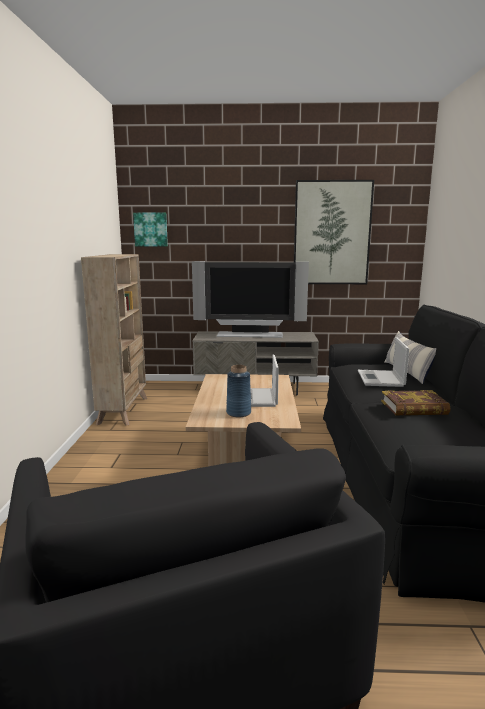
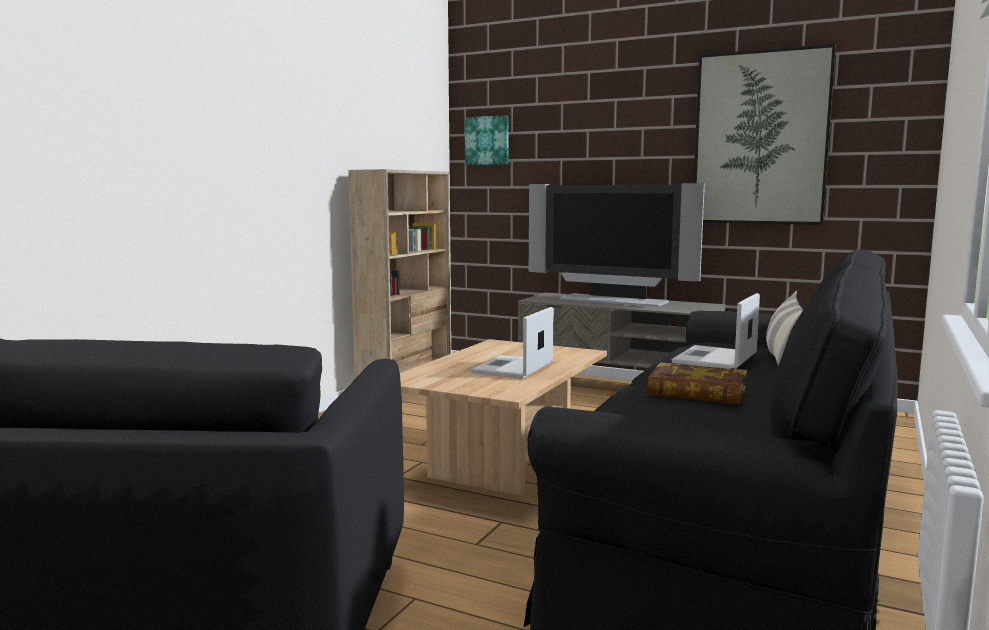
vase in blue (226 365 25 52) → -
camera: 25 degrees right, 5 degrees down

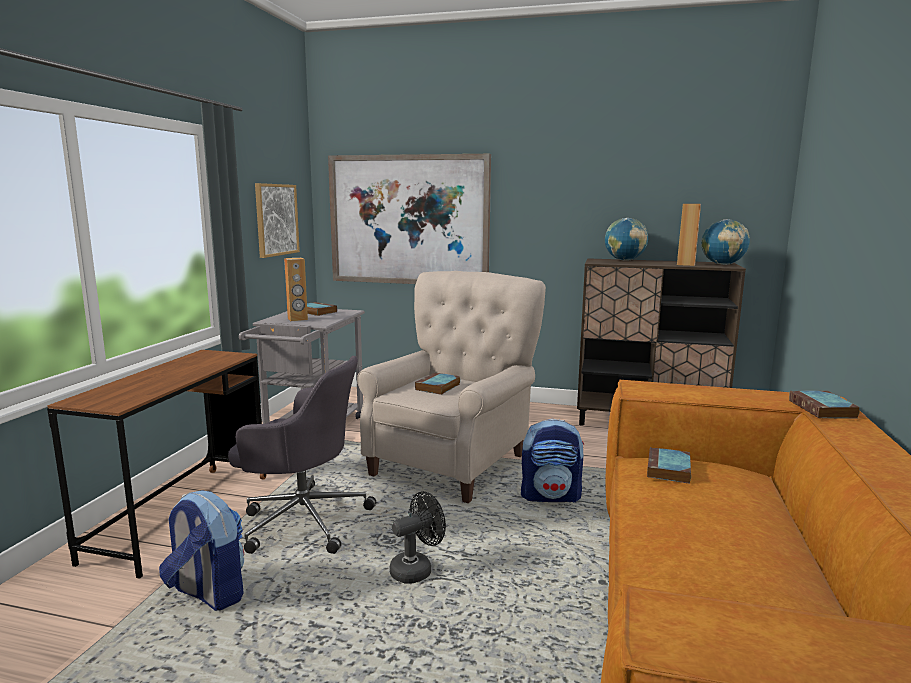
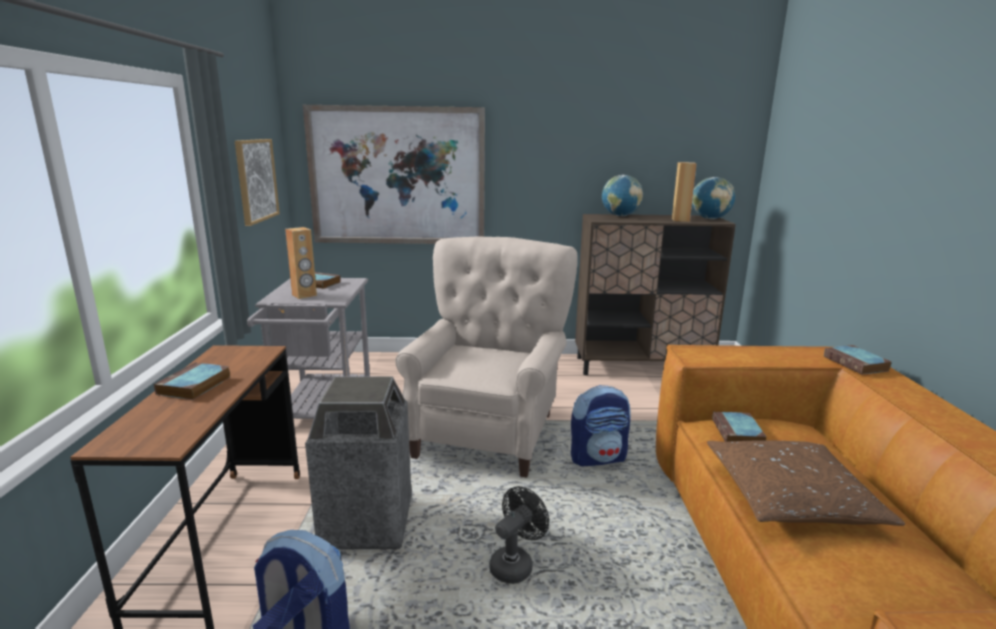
- → pillow in brown (707 440 198 86)
book (415 372 45 23) → book (154 362 76 38), shifted
office chair in grey (228 356 148 198) → trash can (305 377 107 172)
camera: 15 degrees left, 5 degrees up

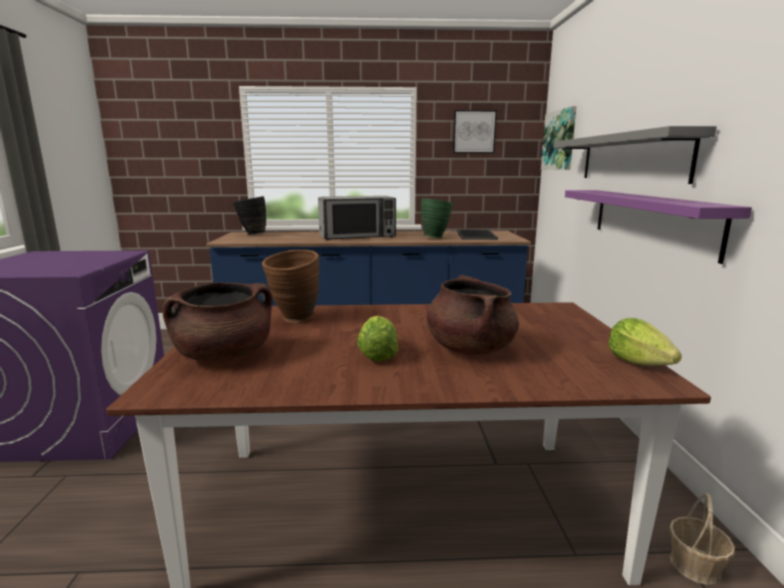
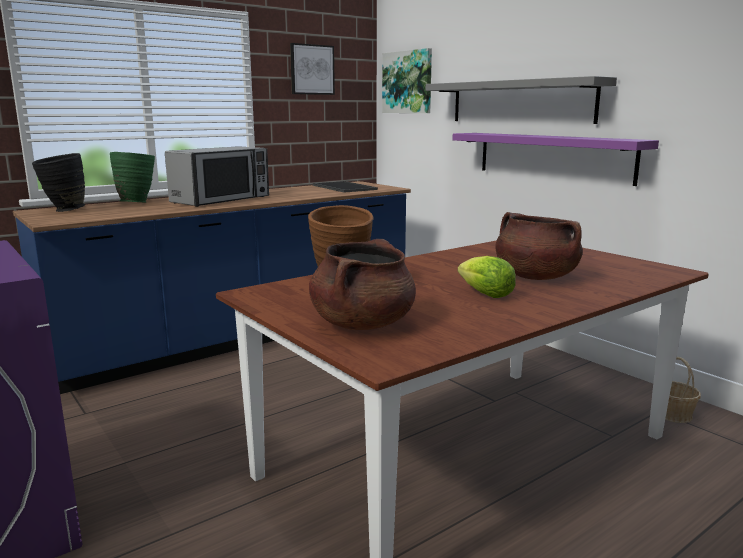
lettuce (608 318 74 48) → -
vase in green (421 198 32 40) → vase in green (110 152 45 51), shifted
camera: 35 degrees left, 0 degrees up

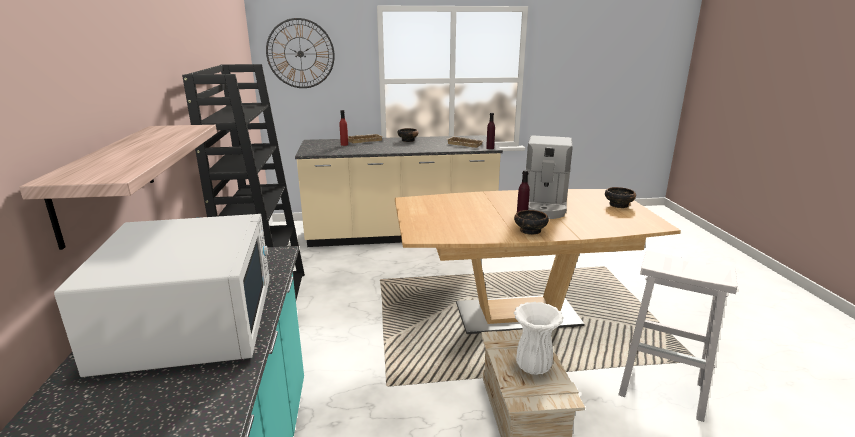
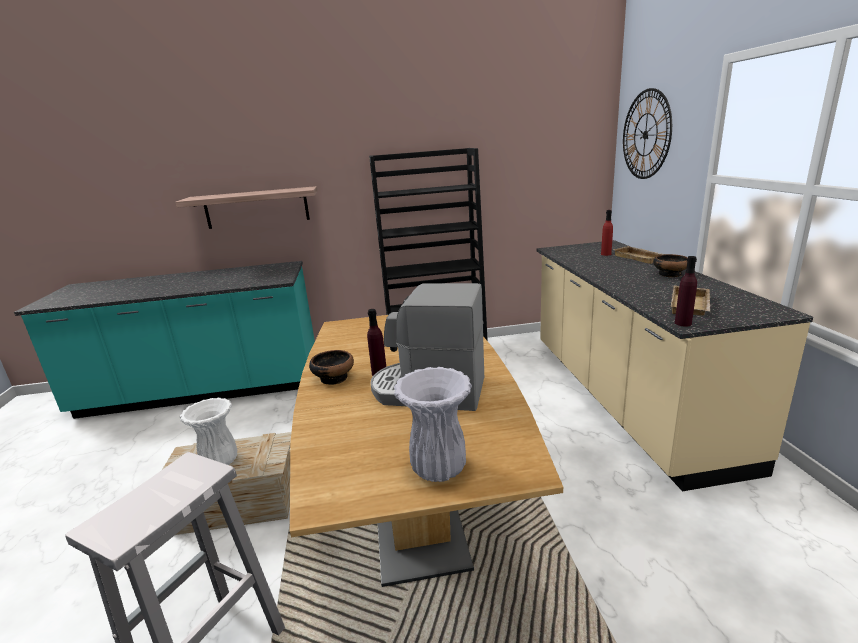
microwave in white (54 214 216 163) → -
bowl (605 187 31 21) → vase in white (394 367 78 115)
camera: 90 degrees right, 0 degrees up

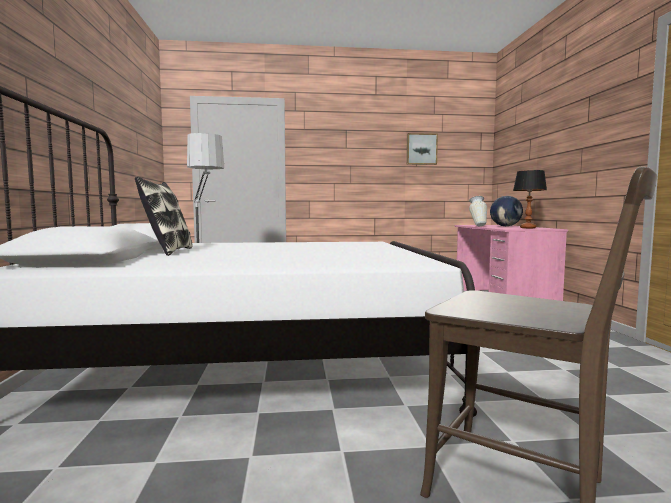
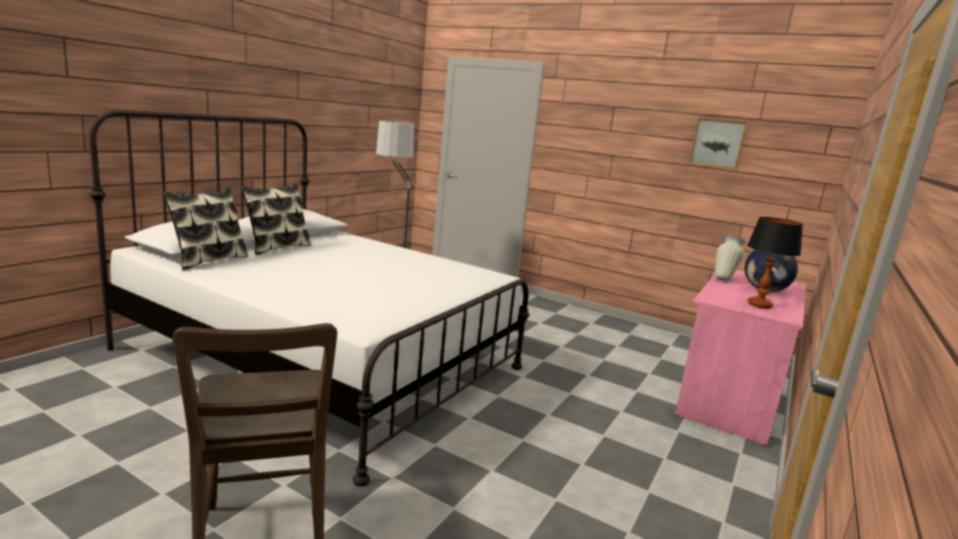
- → pillow (162 187 87 83)
camera: 35 degrees right, 10 degrees up

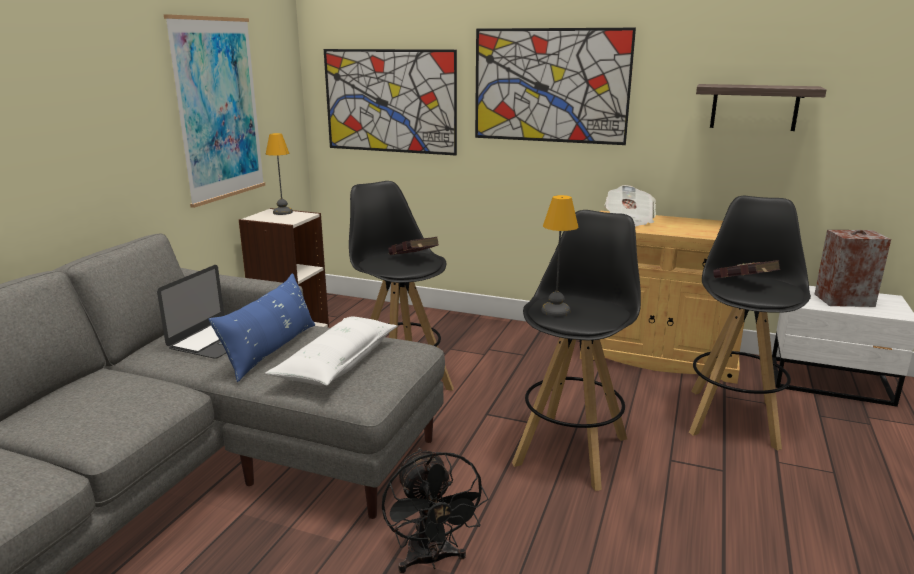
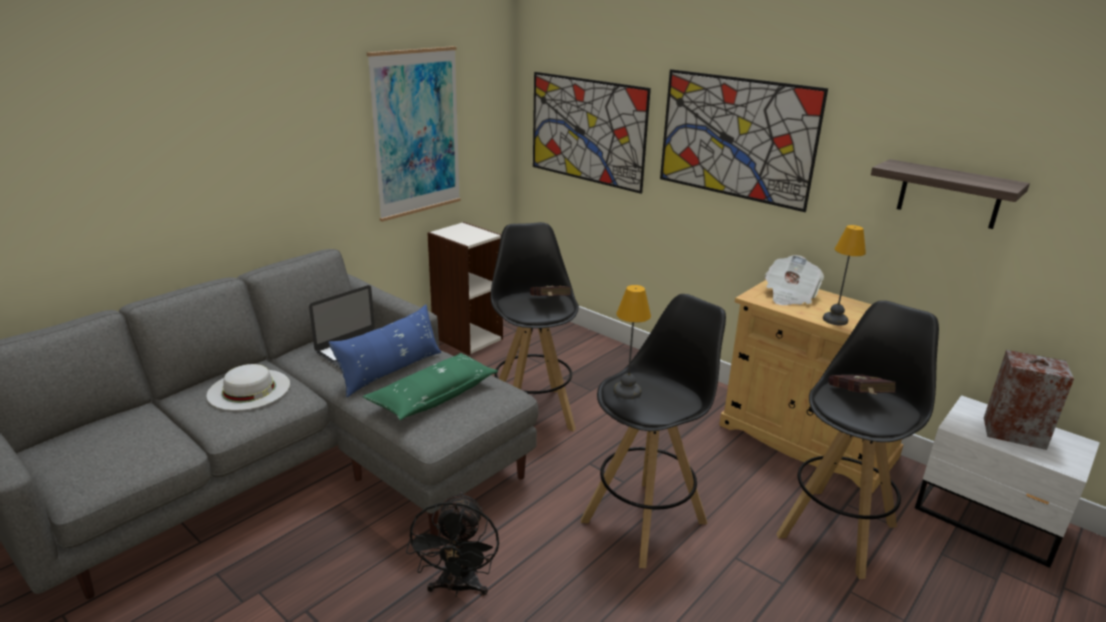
- → hat in white (207 364 83 46)
table lamp (266 133 27 82) → table lamp (823 225 43 101), shifted
pillow in white (265 317 132 69) → pillow in green (363 353 135 67)
camera: 20 degrees right, 5 degrees up

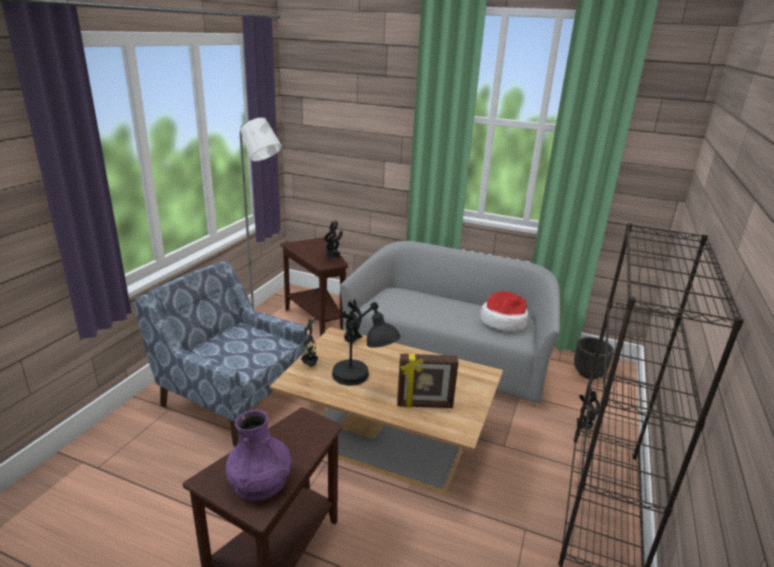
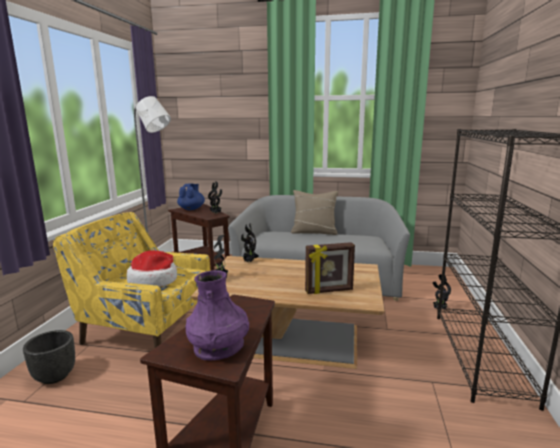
table lamp in black (332 302 68 83) → -
- → teapot in blue (177 183 28 27)
- → pillow in beige (291 190 47 45)
hat (480 291 49 40) → hat (127 250 50 37), shifted
planter in black (574 337 40 42) → planter in black (23 330 52 54), shifted
armchair in blue (134 261 174 185) → armchair in yellow (53 212 157 136)
camera: 10 degrees left, 10 degrees down

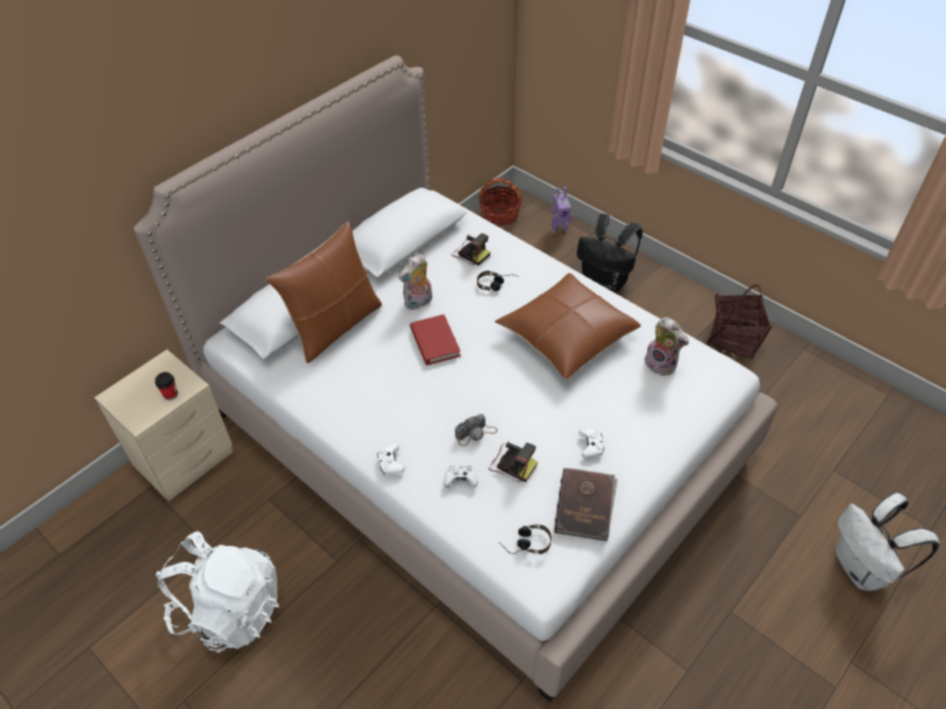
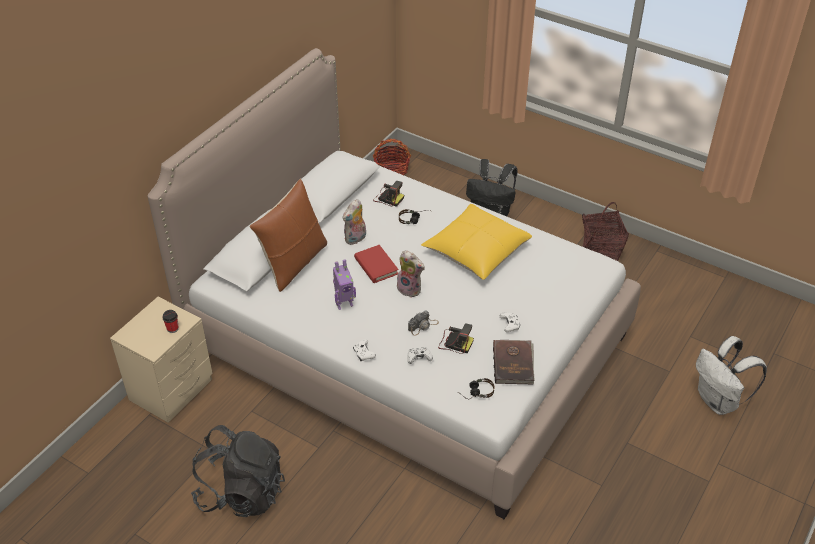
toy robot (552 187 20 47) → toy robot (333 259 23 51), shifted
plush toy (644 317 45 59) → plush toy (397 250 28 48), shifted
backpack in white (156 531 124 122) → backpack in black (191 425 94 92)
pillow in brown (495 273 146 106) → pillow in yellow (421 204 111 76)
camera: 10 degrees left, 5 degrees down

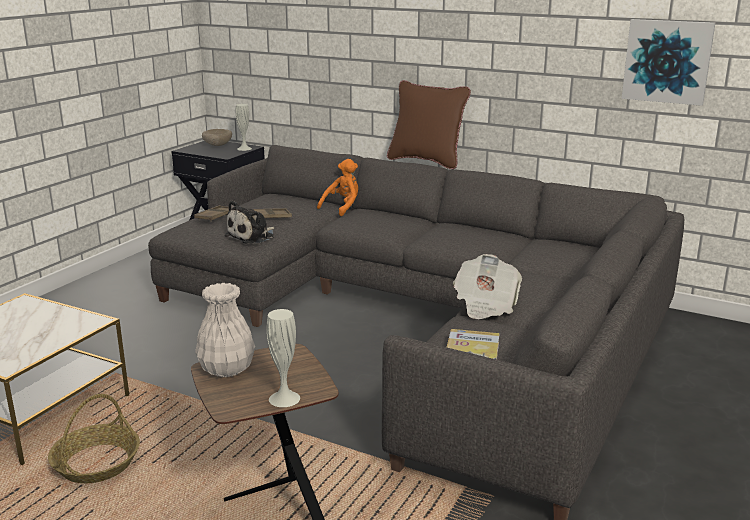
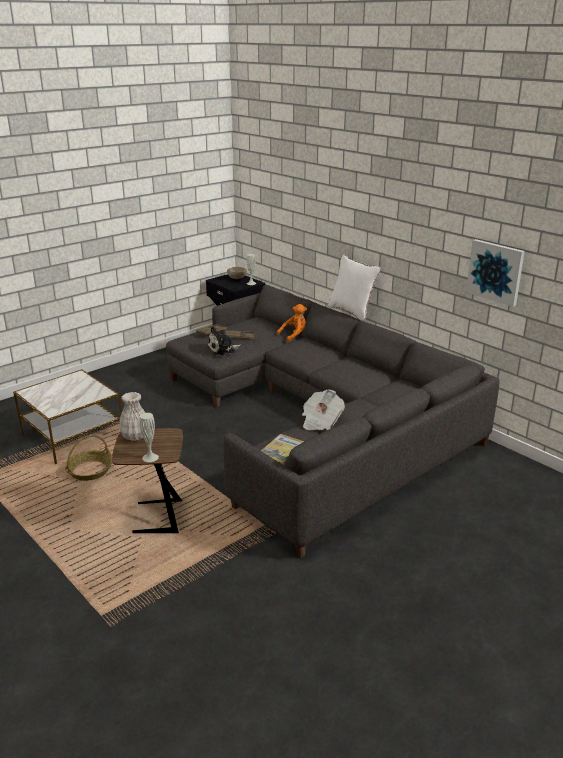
pillow in brown (387 80 84 89) → pillow in white (328 255 53 66)
camera: 20 degrees right, 5 degrees up

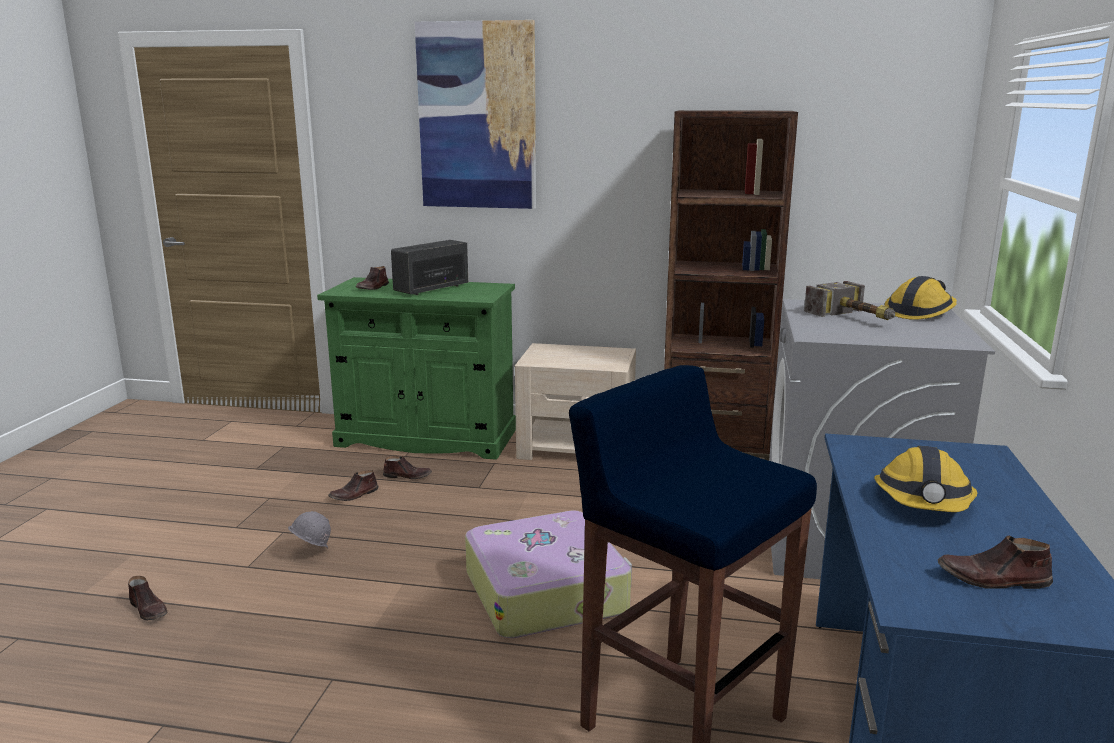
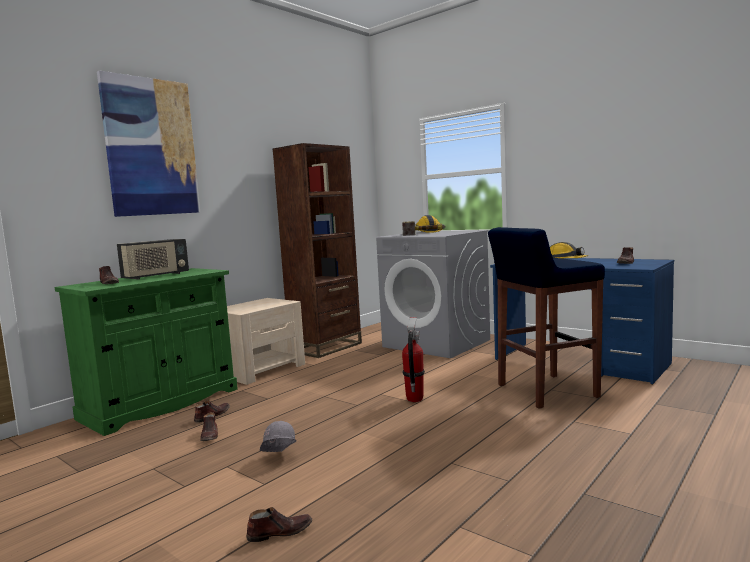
suitcase (465 510 167 128) → fire extinguisher (402 317 23 85)
radio (391 240 77 55) → radio (117 239 72 41), 120 degrees counterclockwise
camera: 60 degrees left, 10 degrees down

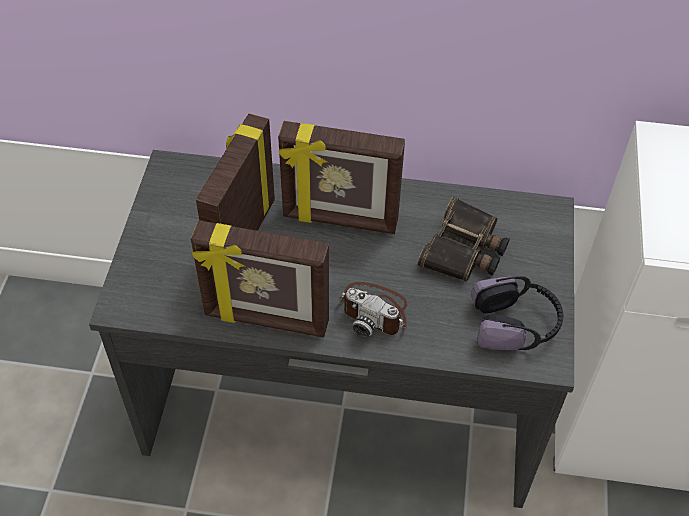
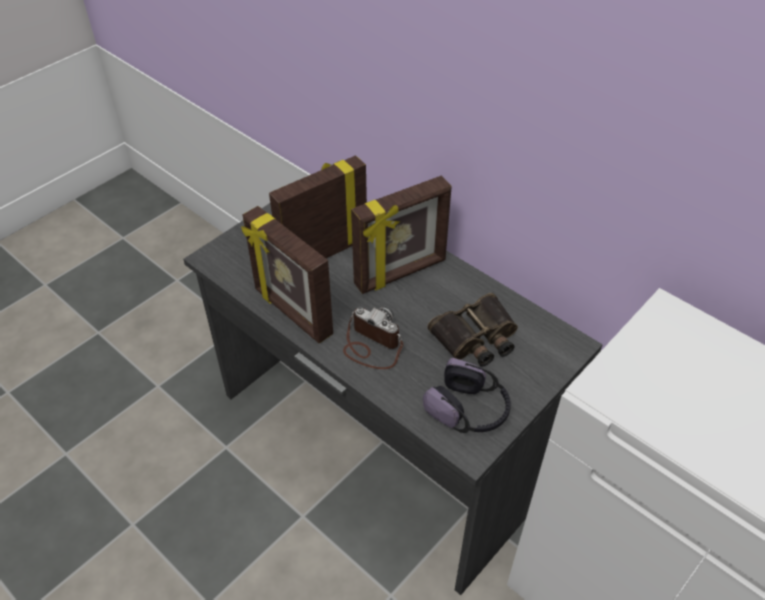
picture frame (278 121 127 113) → picture frame (351 176 101 118), 75 degrees counterclockwise
photo camera (339 282 69 56) → photo camera (343 307 60 62), 150 degrees clockwise
camera: 35 degrees right, 5 degrees down

